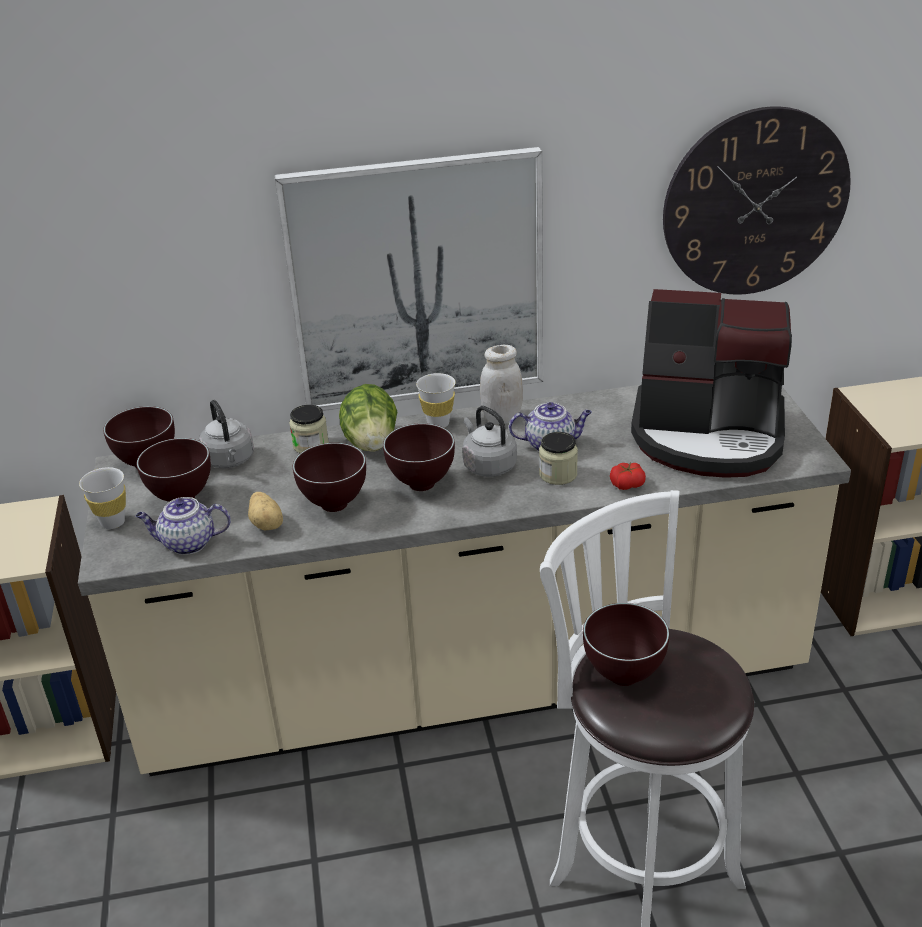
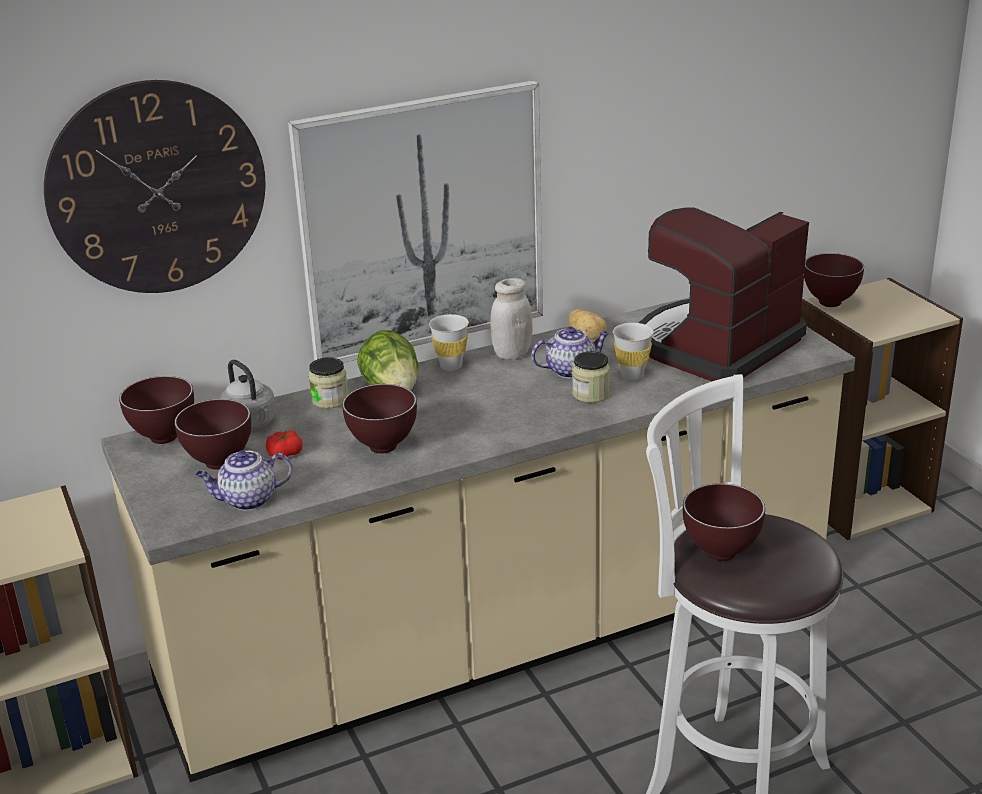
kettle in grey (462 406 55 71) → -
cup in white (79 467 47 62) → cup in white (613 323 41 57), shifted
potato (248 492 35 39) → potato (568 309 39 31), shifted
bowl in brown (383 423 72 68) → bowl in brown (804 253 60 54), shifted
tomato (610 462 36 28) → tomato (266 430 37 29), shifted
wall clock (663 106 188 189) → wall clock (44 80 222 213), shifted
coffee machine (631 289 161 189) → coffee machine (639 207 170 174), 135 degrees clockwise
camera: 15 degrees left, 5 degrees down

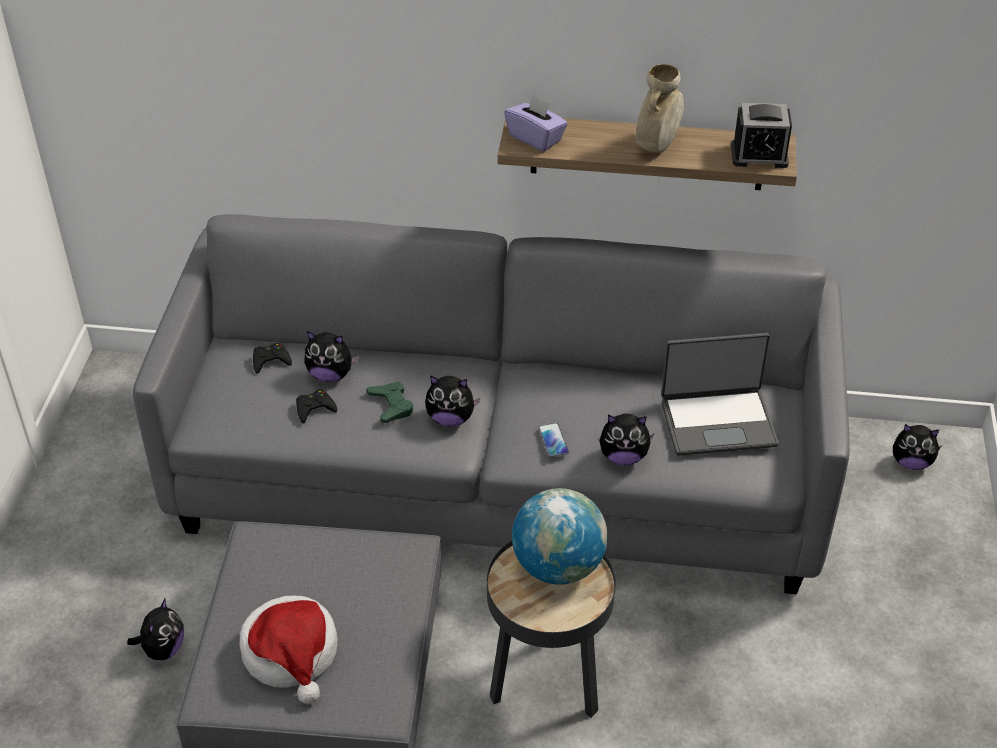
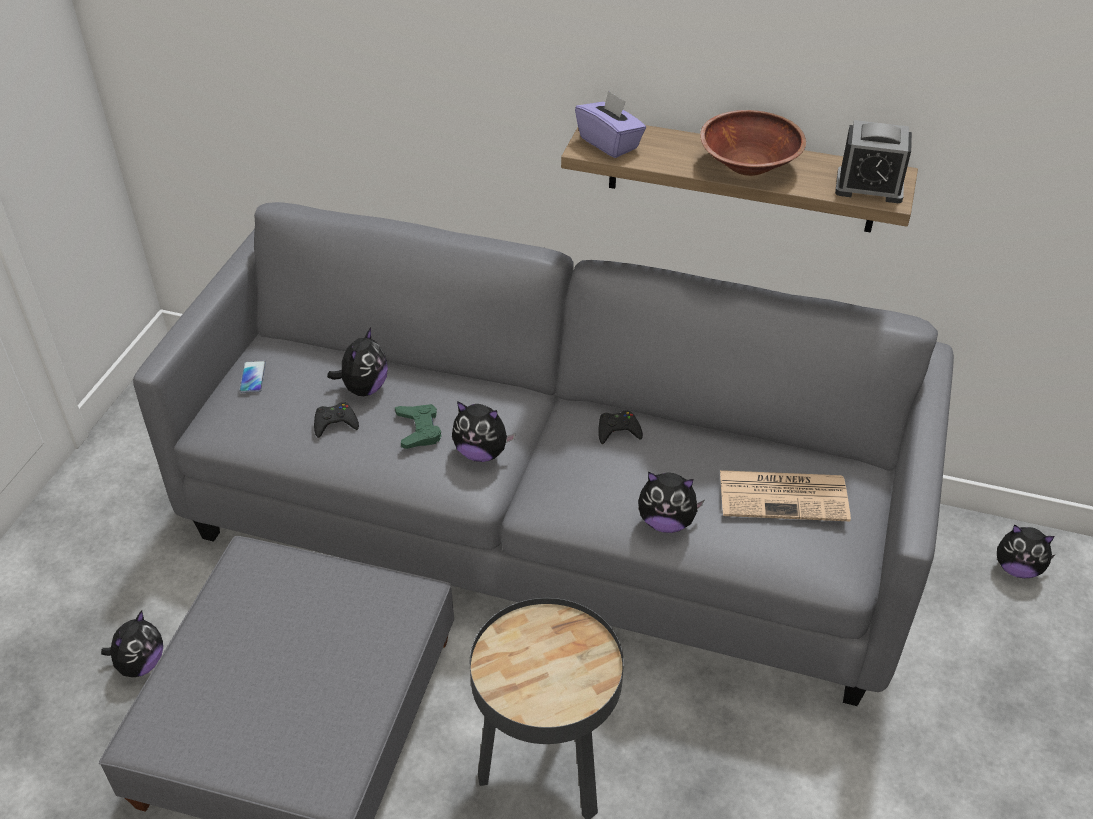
hat (239 596 99 108) → -
globe (512 488 96 97) → -
game controller in black (253 343 39 31) → game controller in black (599 410 44 34), shifted
phone (539 423 30 34) → phone (239 361 27 32), shifted
vase in beige (635 64 49 89) → bowl in brown (700 110 106 66)
laptop (661 333 118 123) → newspaper (720 470 131 51)
plush toy (304 331 55 51) → plush toy (327 327 61 69), 90 degrees counterclockwise
camera: 10 degrees right, 0 degrees up

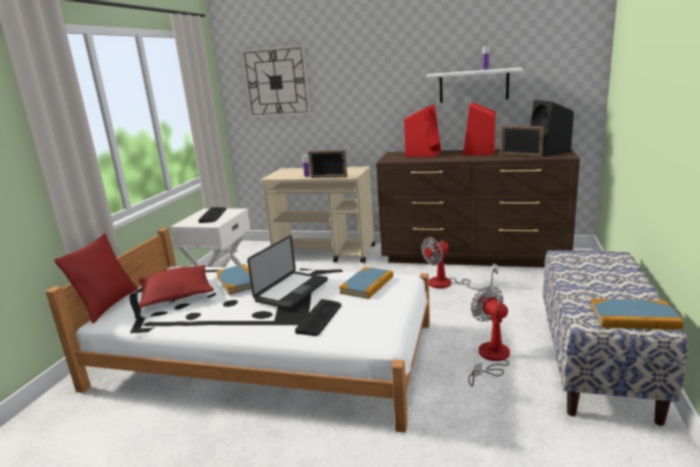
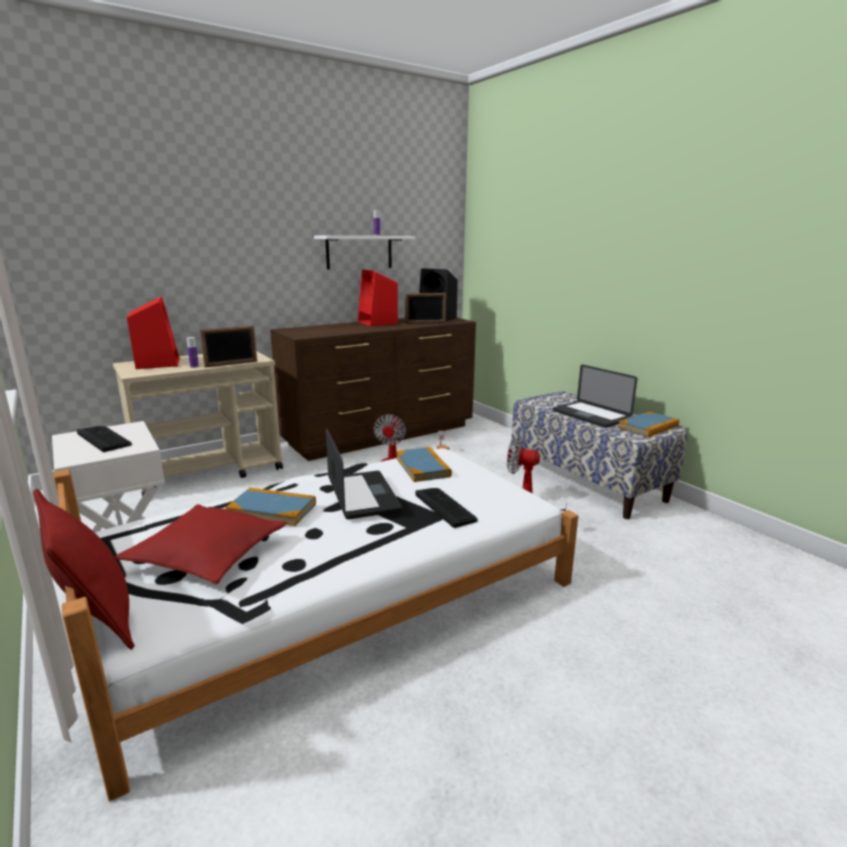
wall clock (241 45 70 73) → -
- → laptop (553 364 85 64)
speaker in red (404 105 37 52) → speaker in red (127 296 53 73), shifted
camera: 50 degrees left, 0 degrees up

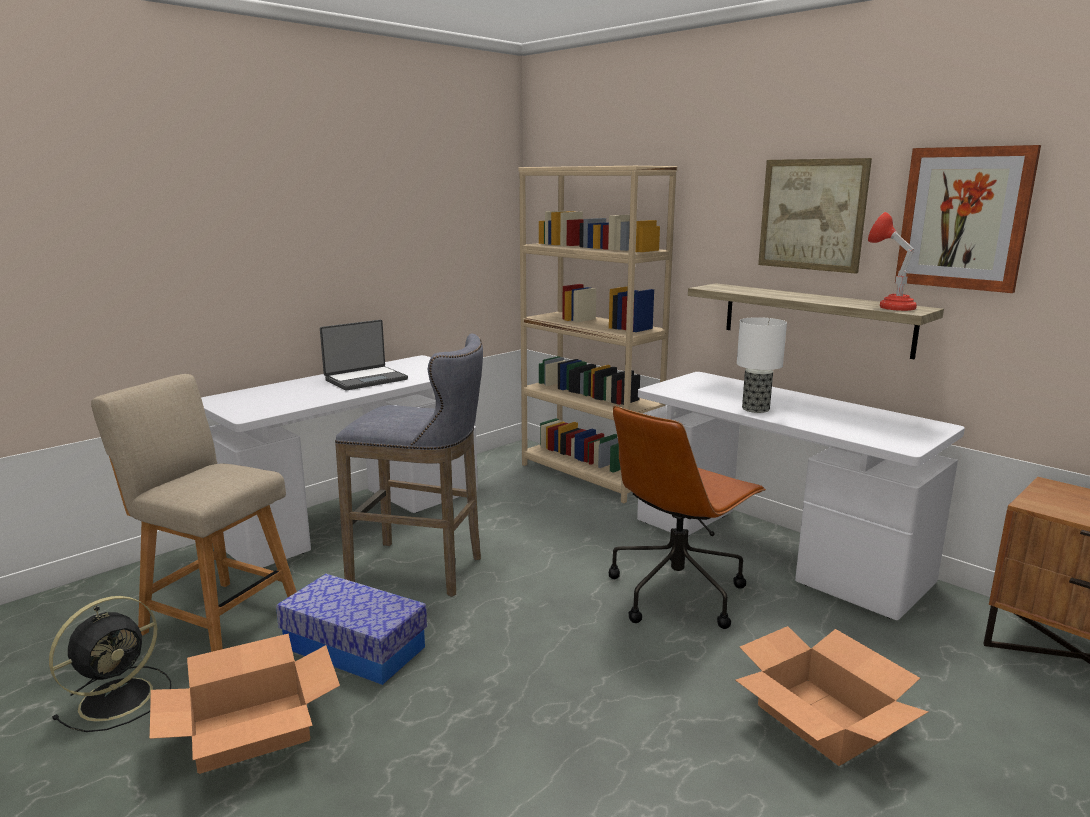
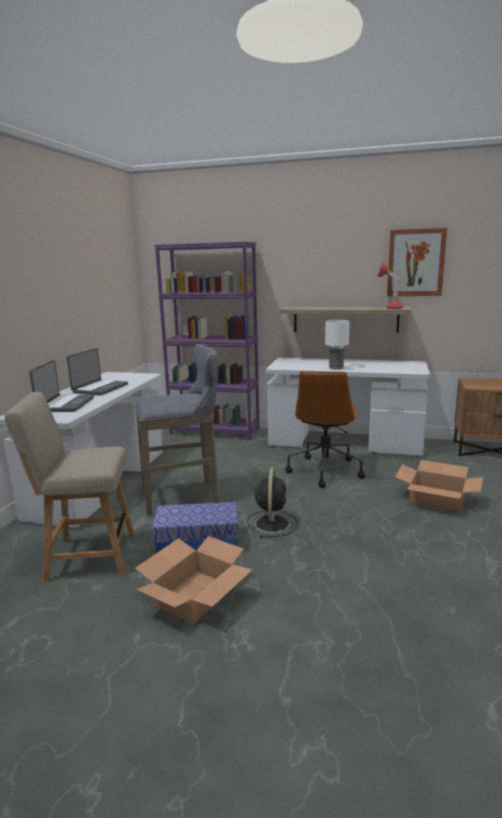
picture (758 158 114 116) → -
- → laptop (29 360 65 52)
fan in black (49 596 122 136) → fan in black (247 467 50 71), shifted
bookcase in beige (518 166 160 337) → bookcase in purple (155 241 105 199)
camera: 30 degrees left, 0 degrees up

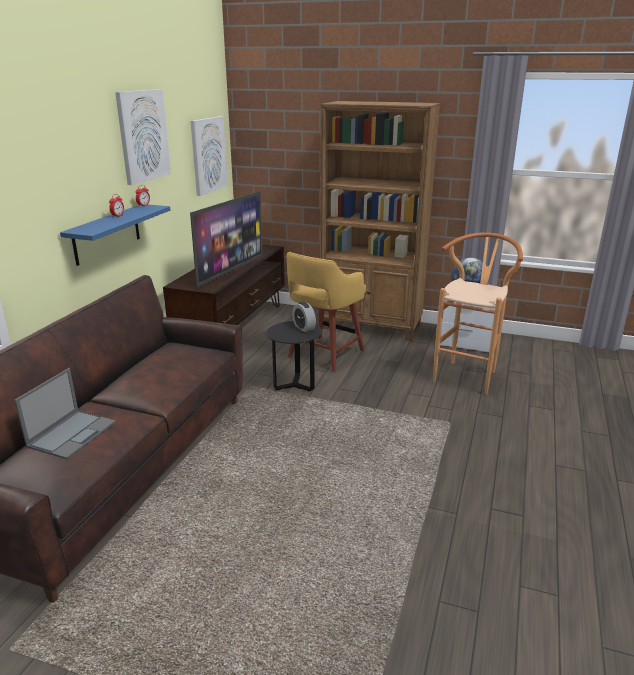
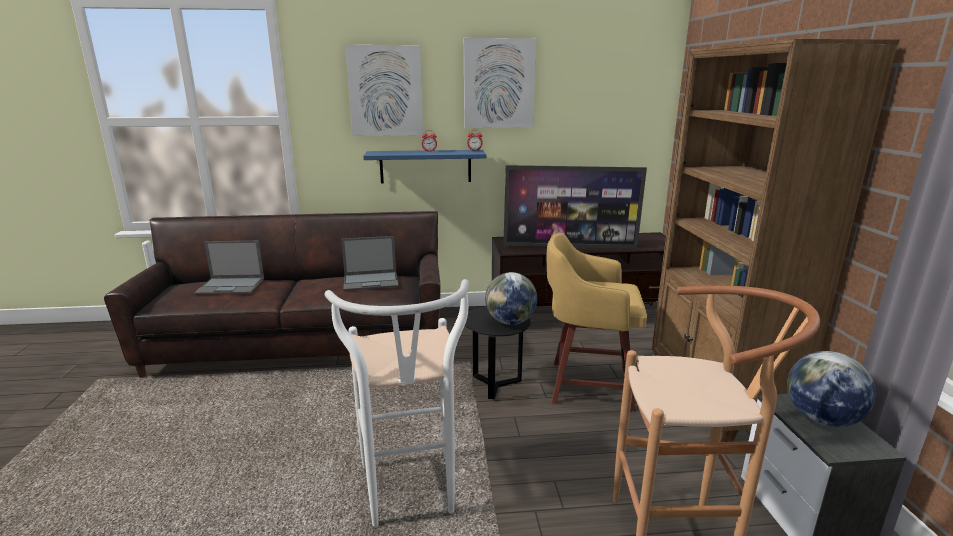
- → stool in white (324 279 145 247)
- → laptop (341 236 58 55)
picture (190 116 38 80) → picture (345 45 78 91), shifted
alarm clock (292 302 24 30) → globe (485 272 52 53)
camera: 65 degrees right, 5 degrees down

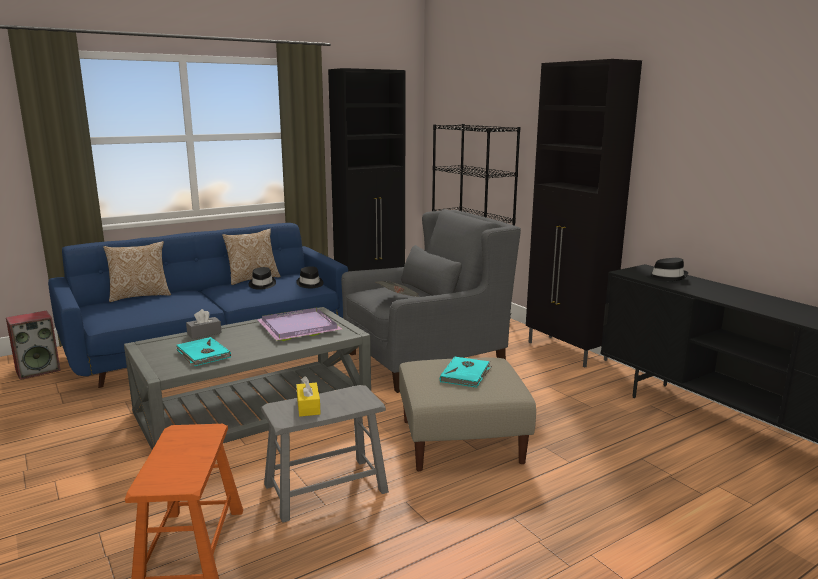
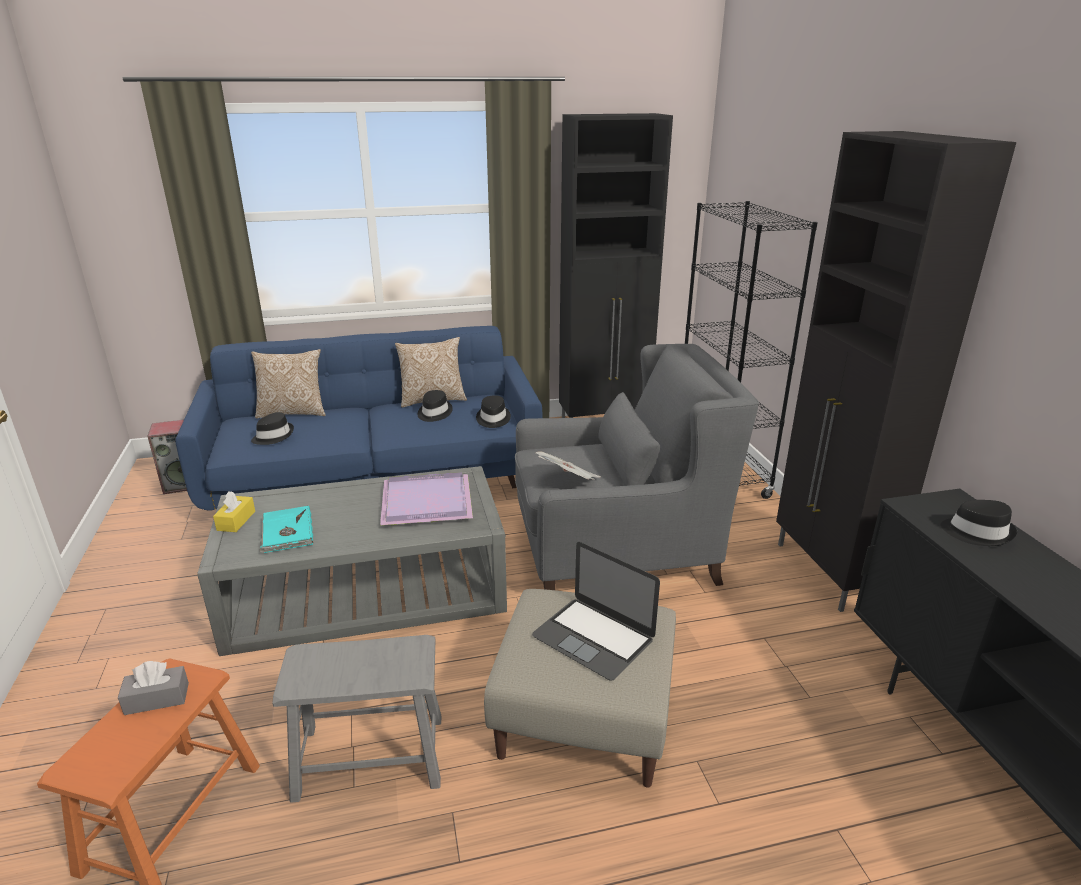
- → hat in black (251 412 43 33)
tissue box in grey (186 309 36 30) → tissue box in grey (118 661 71 54), shifted
tissue box in yellow (297 376 24 41) → tissue box in yellow (213 491 42 41), shifted
book in turquoise (440 357 52 31) → laptop (532 542 128 139)
camera: 20 degrees right, 10 degrees up

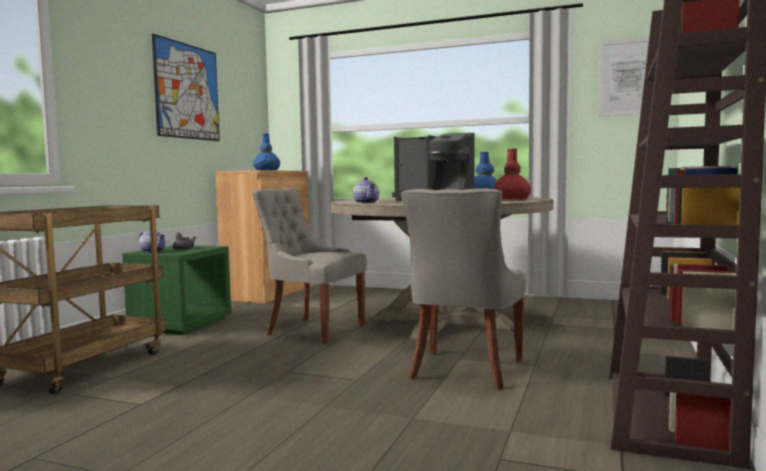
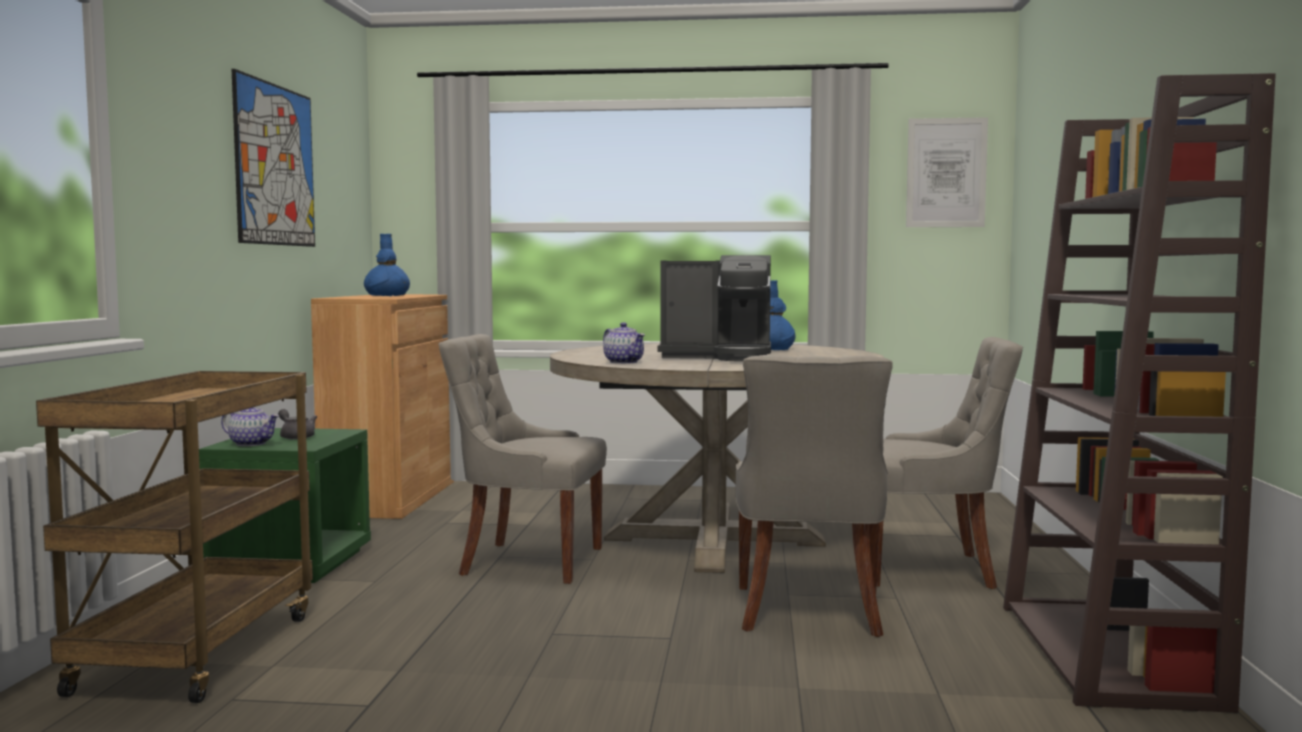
vase in red (493 148 38 52) → -
- → chair in grey (877 337 146 252)
camera: 15 degrees left, 0 degrees up

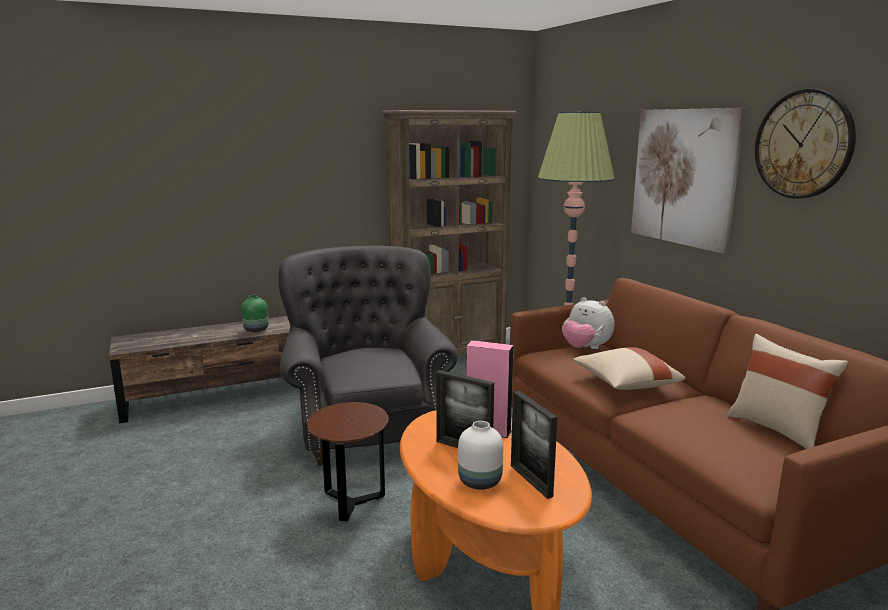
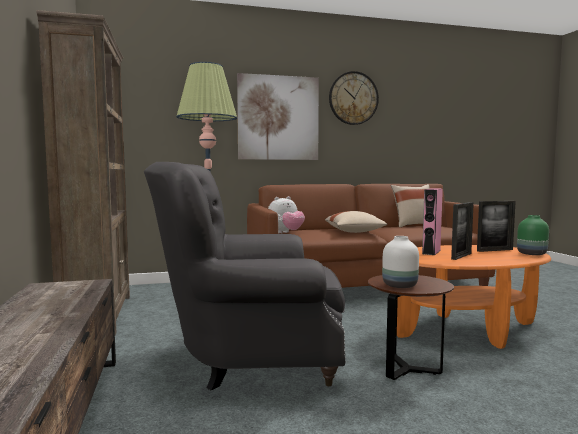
vase in green (241 295 28 37) → vase in green (517 215 32 40), shifted
vase in white (458 421 45 69) → vase in white (382 236 37 52), shifted
camera: 80 degrees left, 10 degrees down

